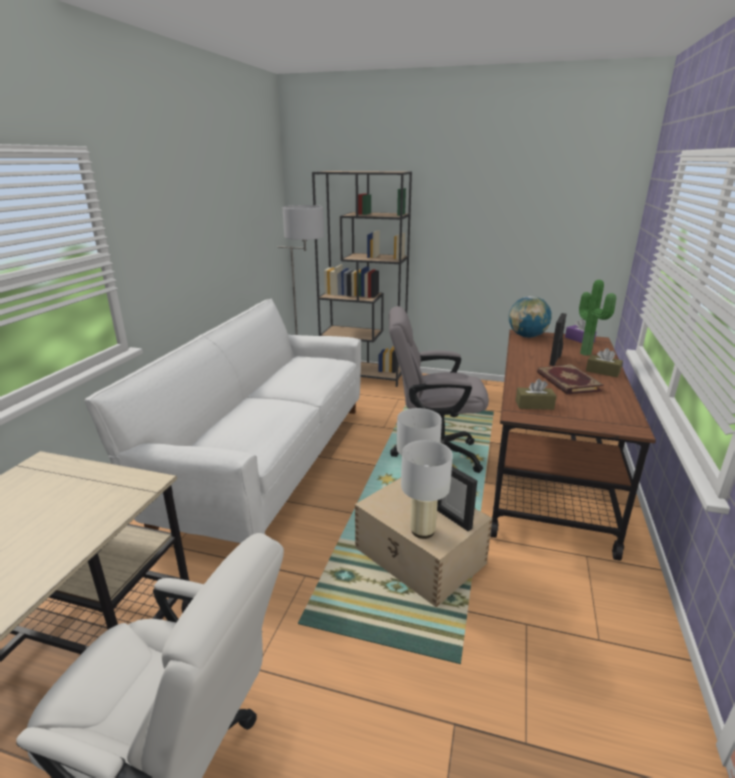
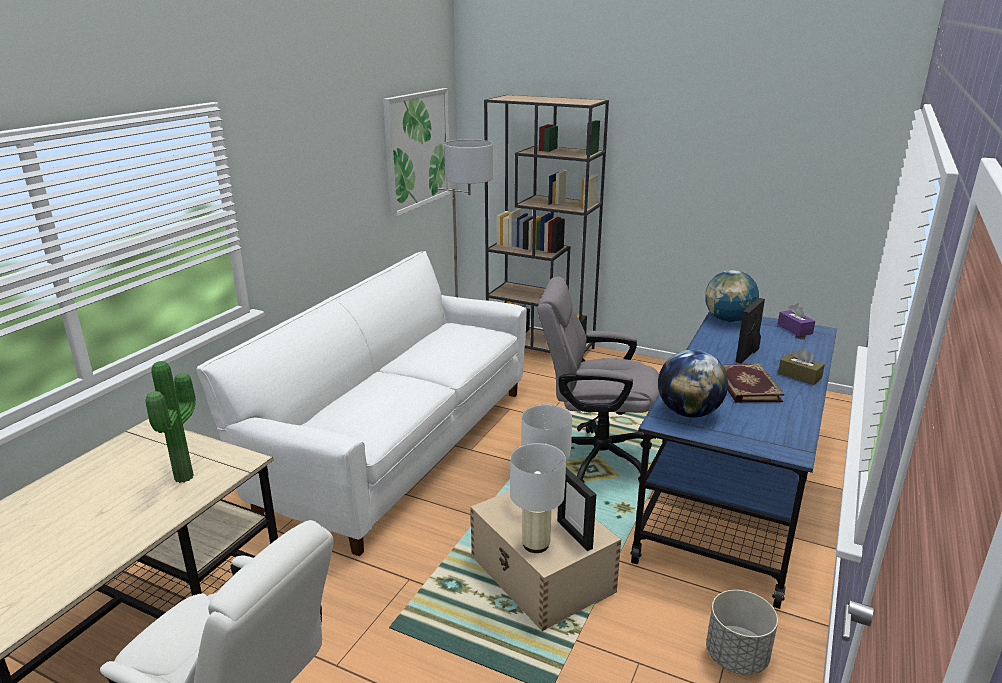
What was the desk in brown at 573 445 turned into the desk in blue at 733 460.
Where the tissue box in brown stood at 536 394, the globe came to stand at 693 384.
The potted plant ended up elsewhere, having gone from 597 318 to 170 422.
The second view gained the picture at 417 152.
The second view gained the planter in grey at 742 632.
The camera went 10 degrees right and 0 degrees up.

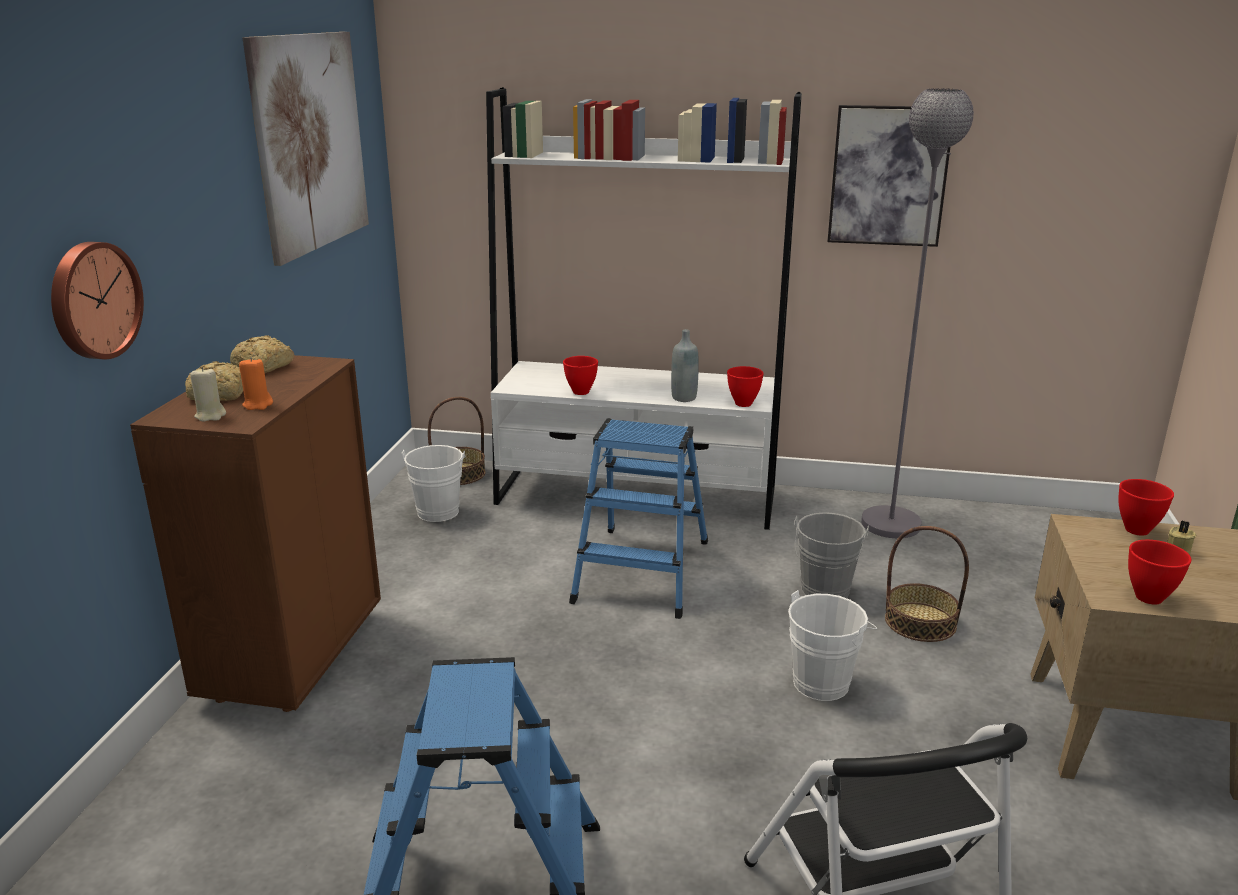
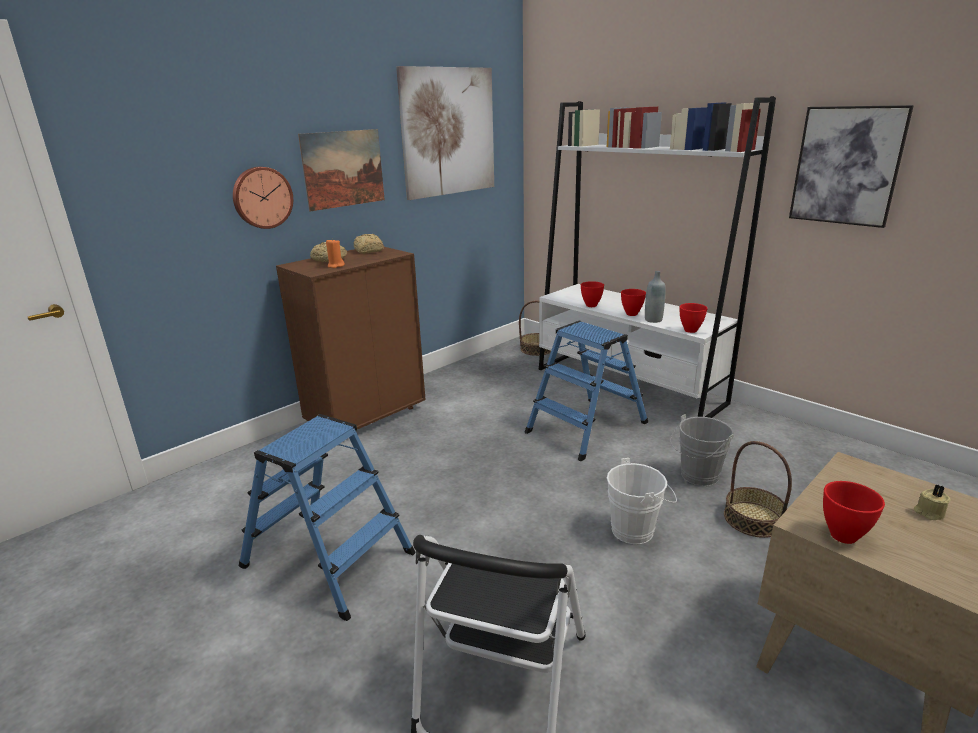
The second view lost the candle in beige at 208 394.
The second view lost the bucket in white at 434 483.
The second view lost the floor lamp in grey at 917 313.
The bowl in red ended up elsewhere, having gone from 1146 507 to 633 302.
The second view gained the picture at 341 170.
The camera went 35 degrees right and 0 degrees up.

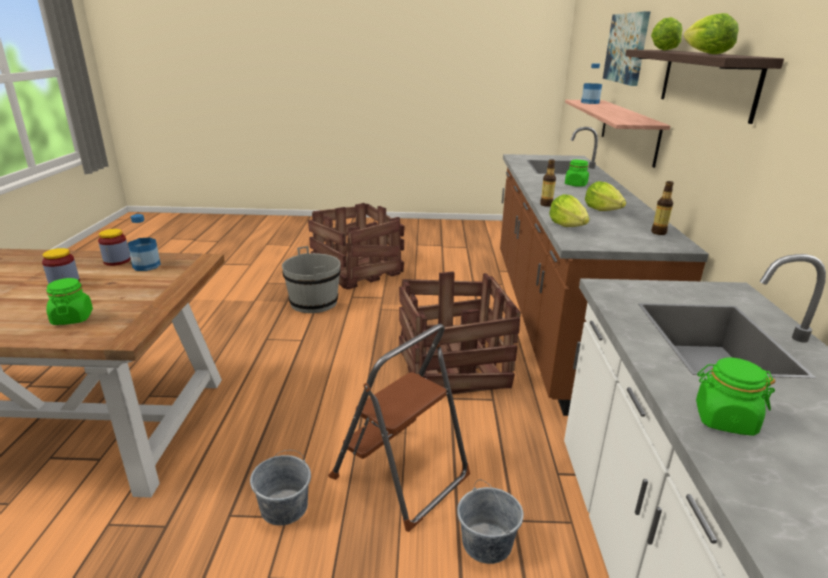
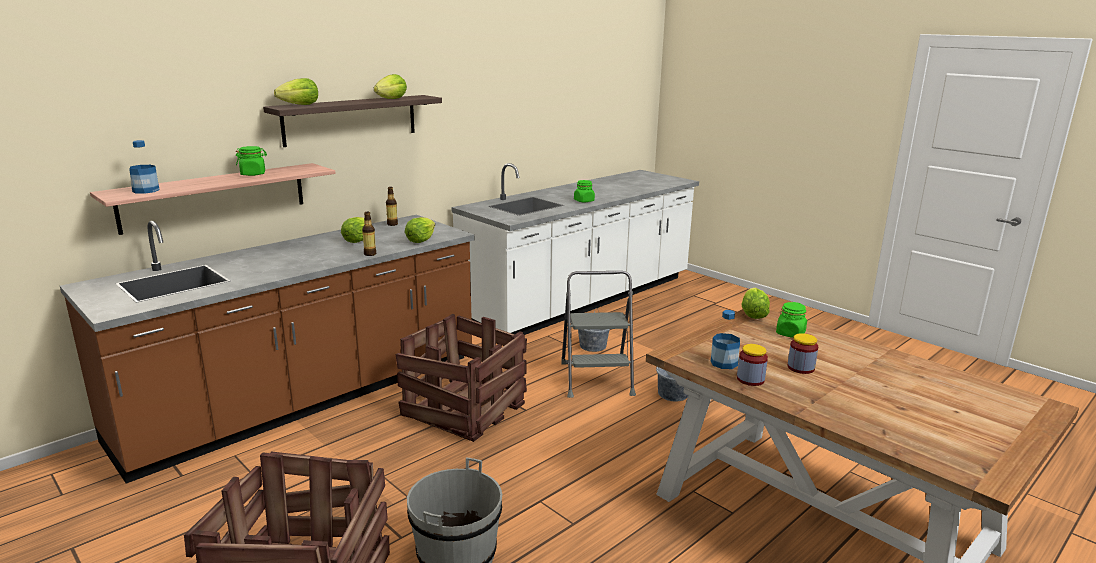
What was the step ladder in brown at 399 428 turned into the step ladder in grey at 598 334.
The jar in green ended up elsewhere, having gone from 577 173 to 251 161.
The second view lost the picture at 627 48.
The second view gained the lettuce at 755 303.
The camera went 135 degrees left and 5 degrees down.

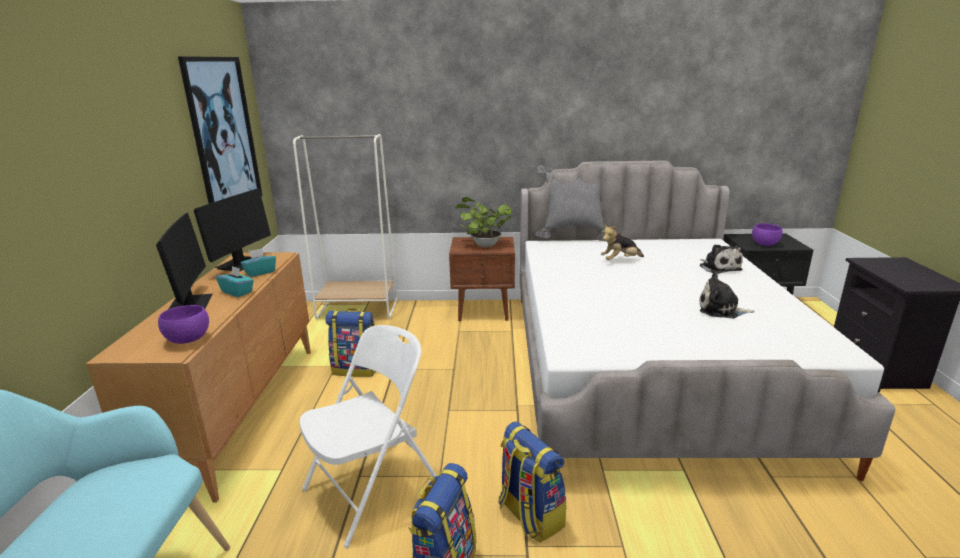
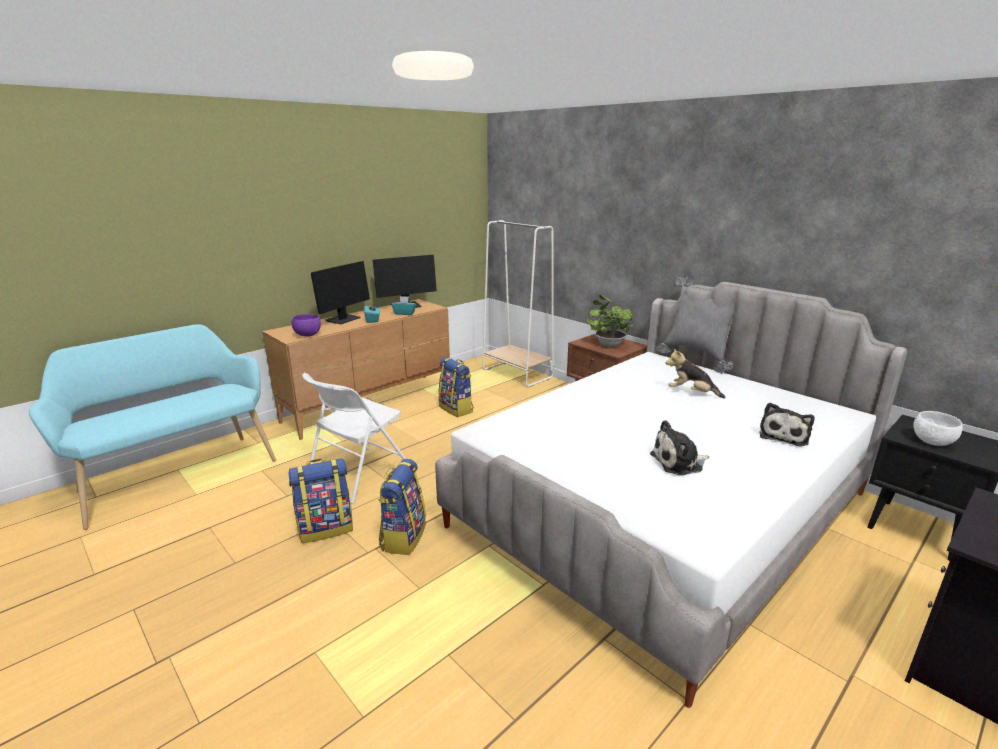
The second view lost the picture at 220 130.
The chair in white at 368 437 ended up facing another way, 120 degrees clockwise from before.
The plush toy at 727 295 ended up facing another way, 75 degrees counterclockwise from before.
What was the bowl in purple at 767 234 turned into the bowl in white at 938 428.
The camera went 45 degrees right and 0 degrees up.

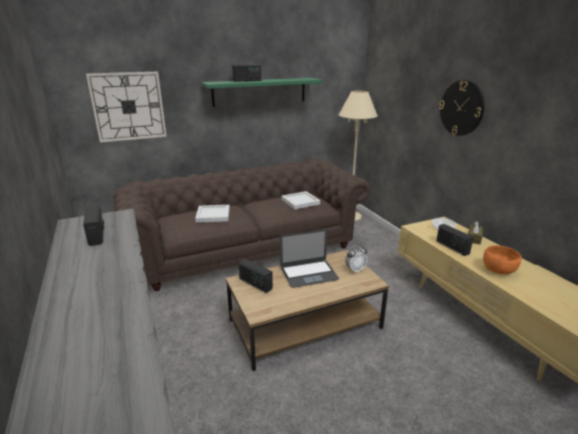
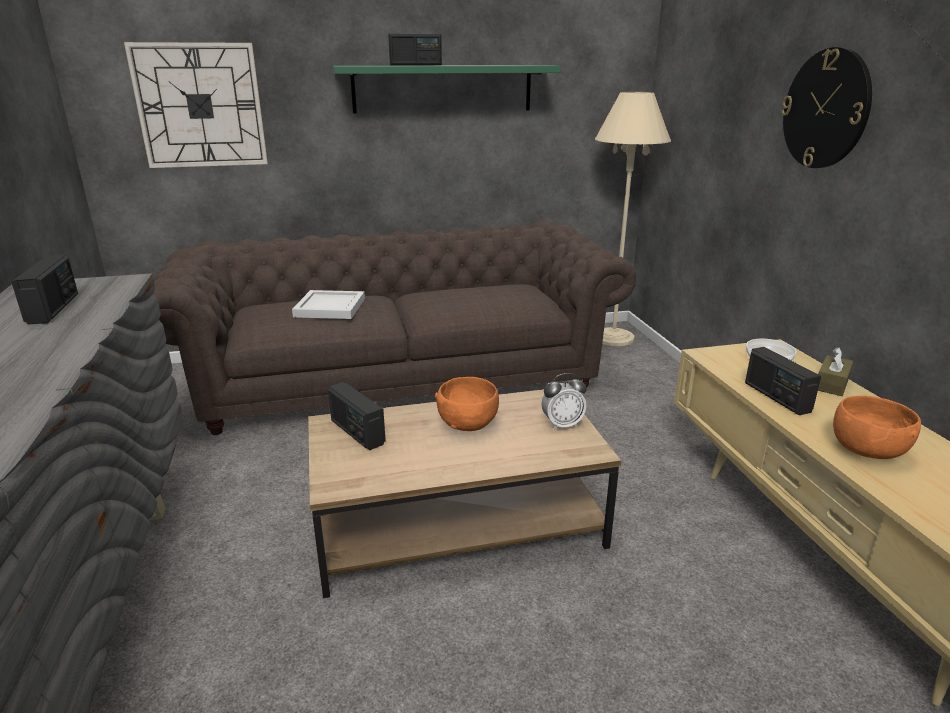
Where the laptop stood at 309 258, the bowl in orange came to stand at 467 404.
The second view lost the tray in white at 300 200.
The camera went 10 degrees right and 0 degrees up.

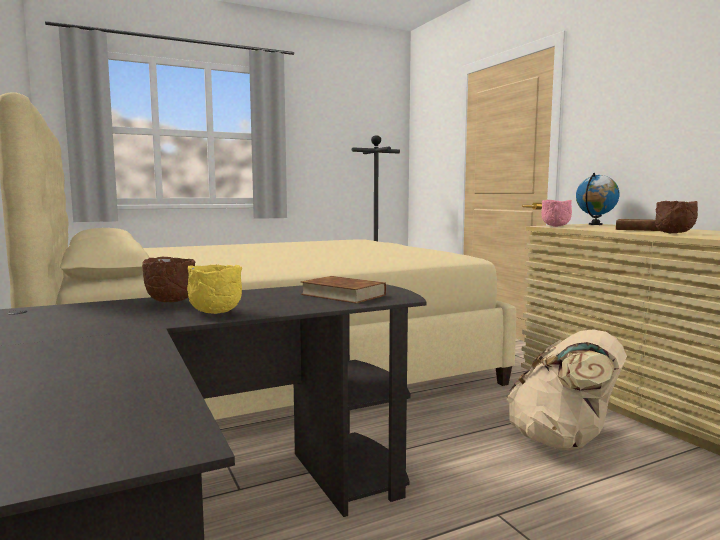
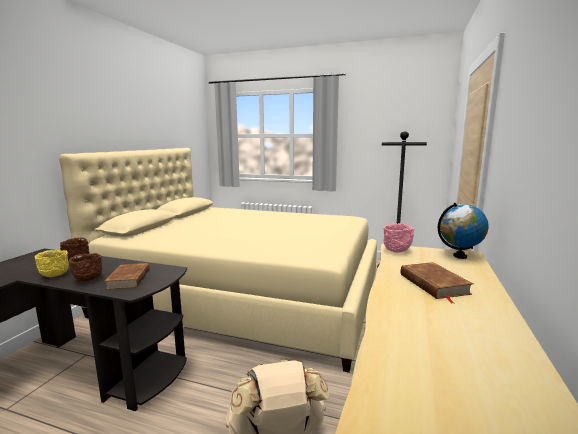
The bowl in brown ended up elsewhere, having gone from 676 217 to 85 267.
The camera went 45 degrees right and 5 degrees up.

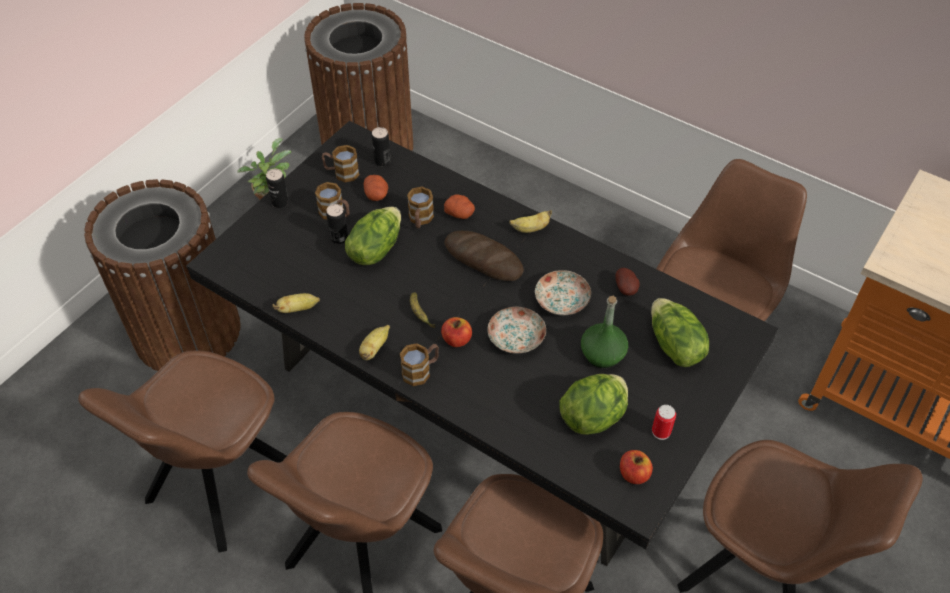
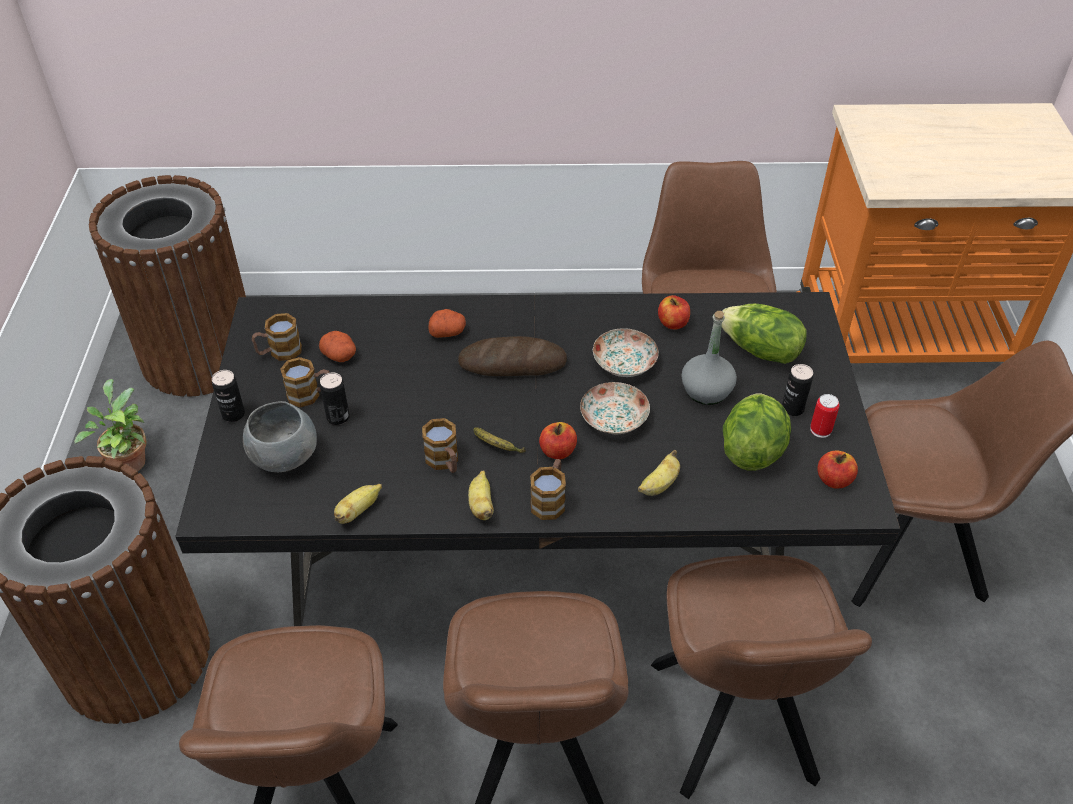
The second view lost the lettuce at 373 236.
The can ended up elsewhere, having gone from 381 146 to 797 390.
The mug ended up elsewhere, having gone from 420 207 to 440 445.
The banana ended up elsewhere, having gone from 530 221 to 659 473.
What was the bottle in green at 604 332 turned into the bottle in grey at 709 358.
Where the potato stood at 628 282, the apple came to stand at 674 312.
The second view gained the bowl in grey at 280 436.
The camera went 35 degrees left and 5 degrees down.

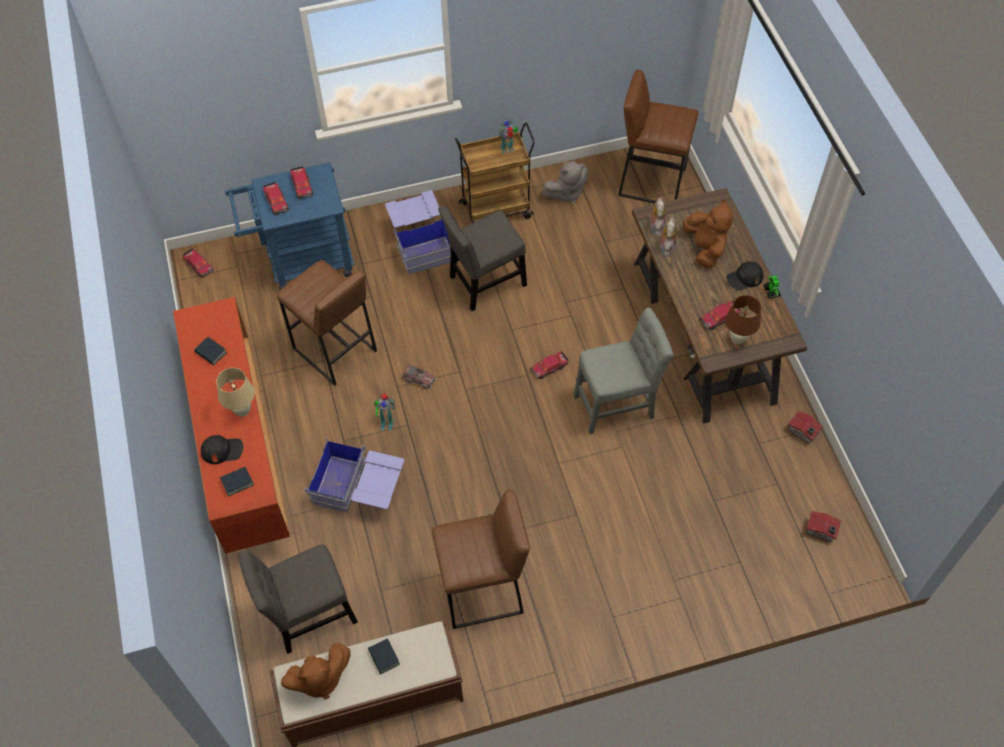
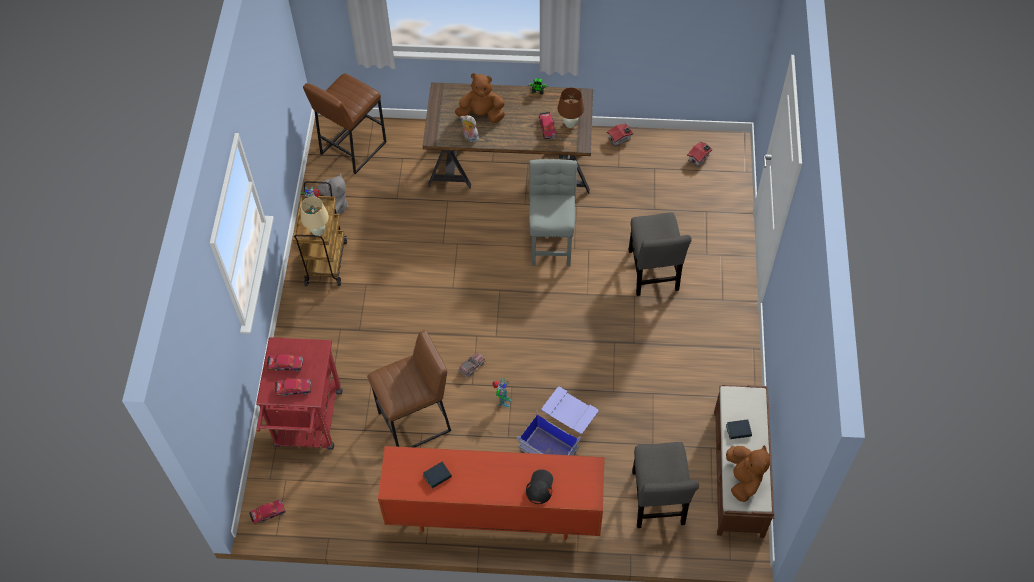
The table lamp in beige ended up elsewhere, having gone from 235 392 to 315 216.
The second view lost the book at 237 481.
What was the cart in blue at 290 226 turned into the cart in red at 299 393.
The second view lost the storage box in blue at 418 232.
The second view lost the stool in brown at 481 559.
The chair in grey ended up elsewhere, having gone from 482 258 to 660 254.
The second view lost the toy car at 549 365.
The second view lost the plush toy at 657 217.
The second view lost the cap in black at 745 276.
The camera went 70 degrees left and 0 degrees up.

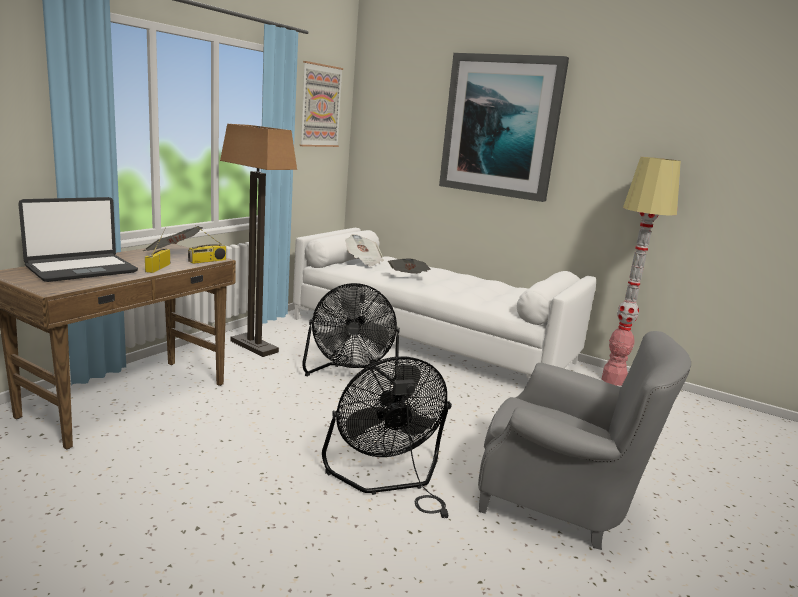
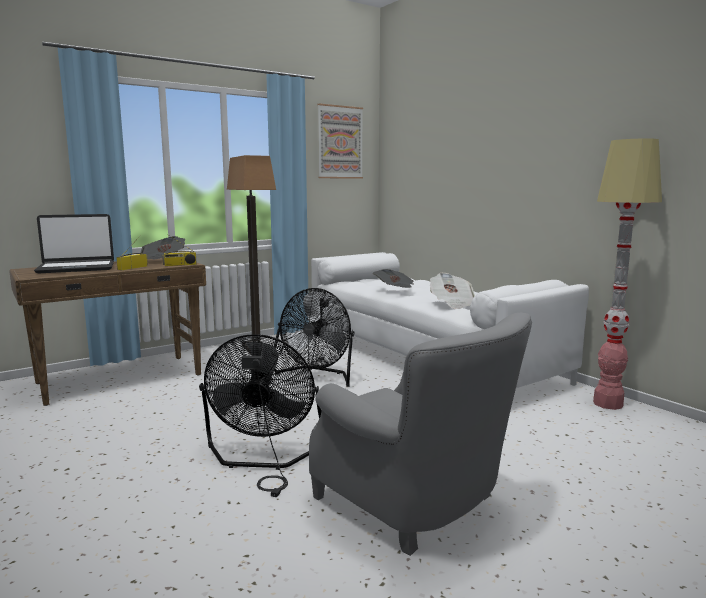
The newspaper ended up elsewhere, having gone from 364 250 to 452 291.
The second view lost the picture at 504 127.
The camera went 25 degrees right and 5 degrees down.

